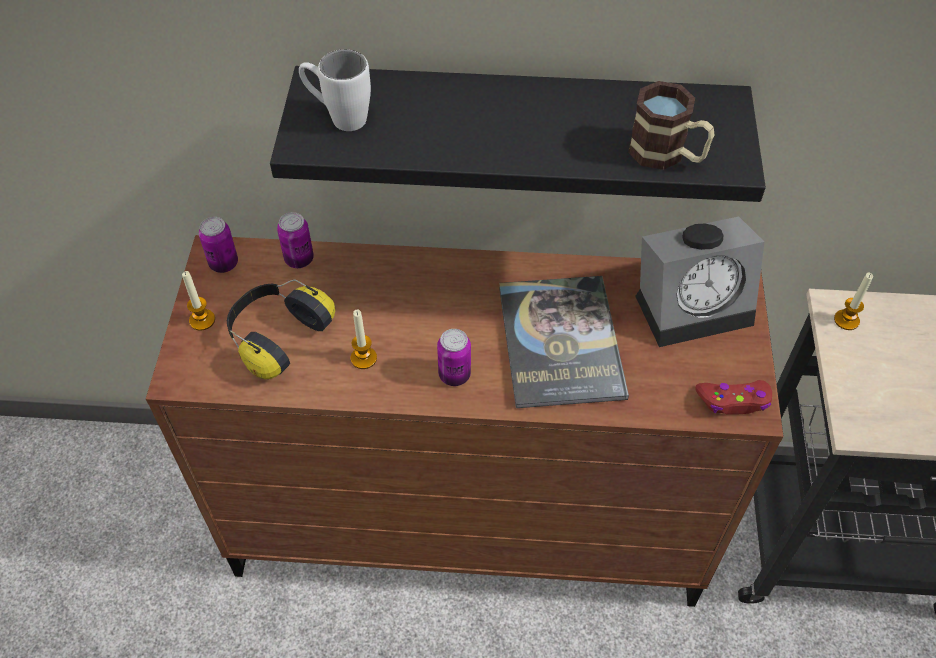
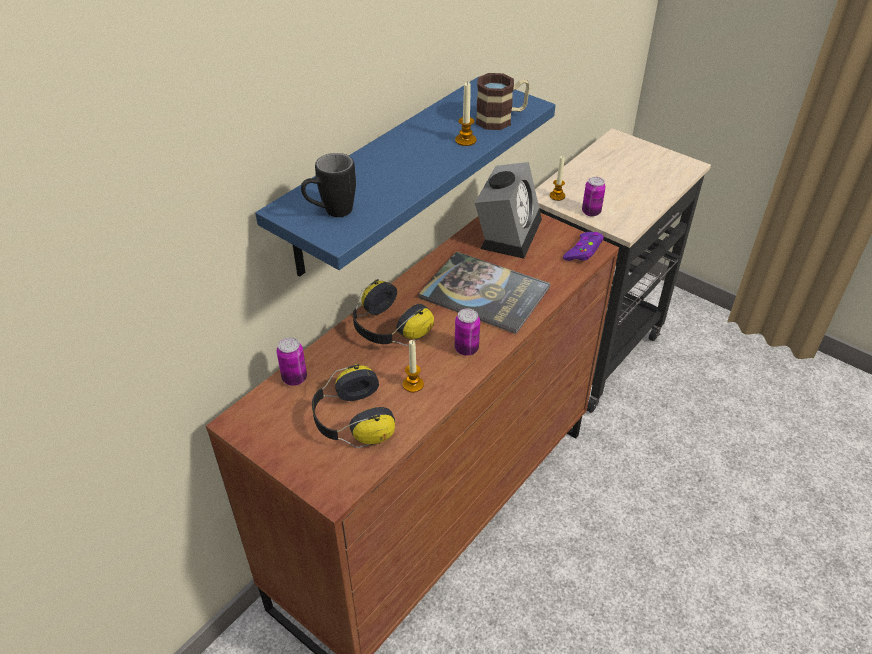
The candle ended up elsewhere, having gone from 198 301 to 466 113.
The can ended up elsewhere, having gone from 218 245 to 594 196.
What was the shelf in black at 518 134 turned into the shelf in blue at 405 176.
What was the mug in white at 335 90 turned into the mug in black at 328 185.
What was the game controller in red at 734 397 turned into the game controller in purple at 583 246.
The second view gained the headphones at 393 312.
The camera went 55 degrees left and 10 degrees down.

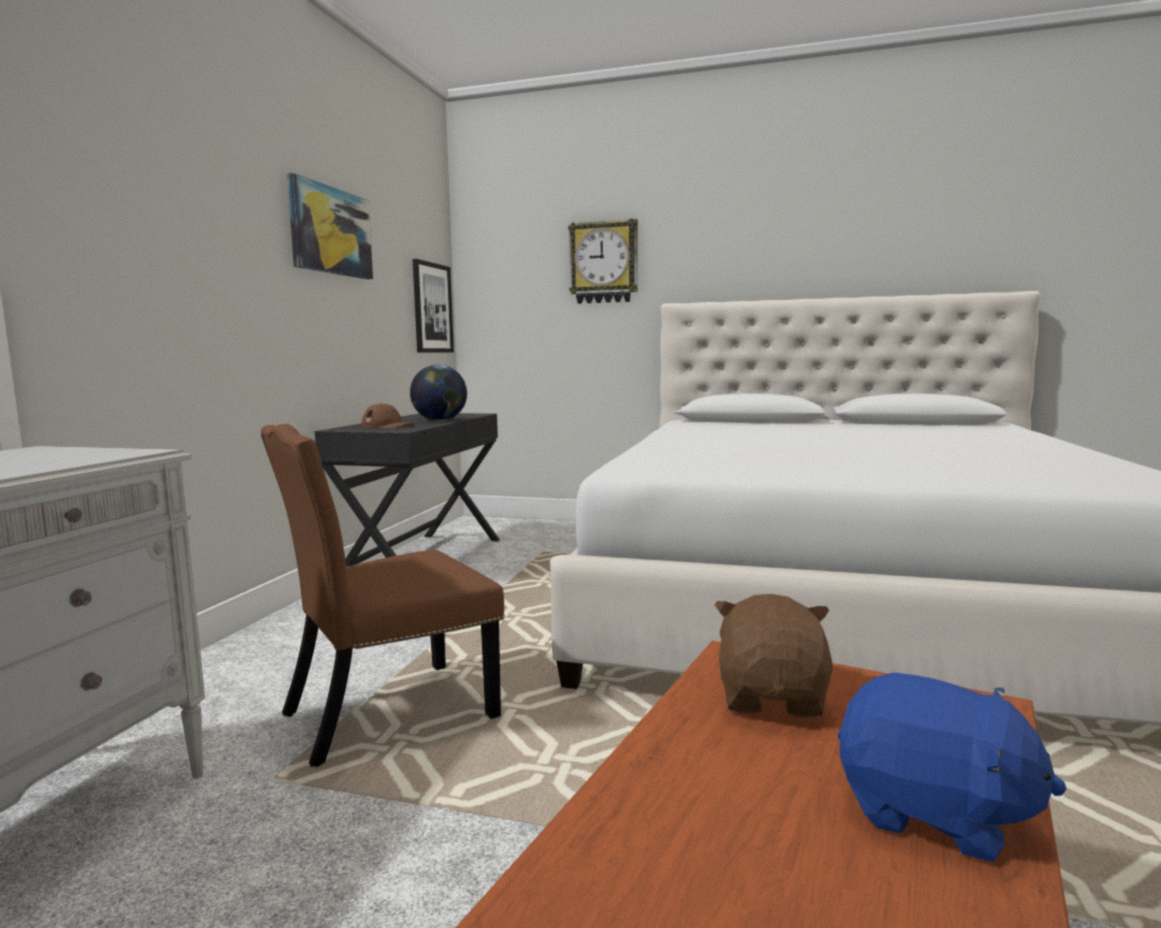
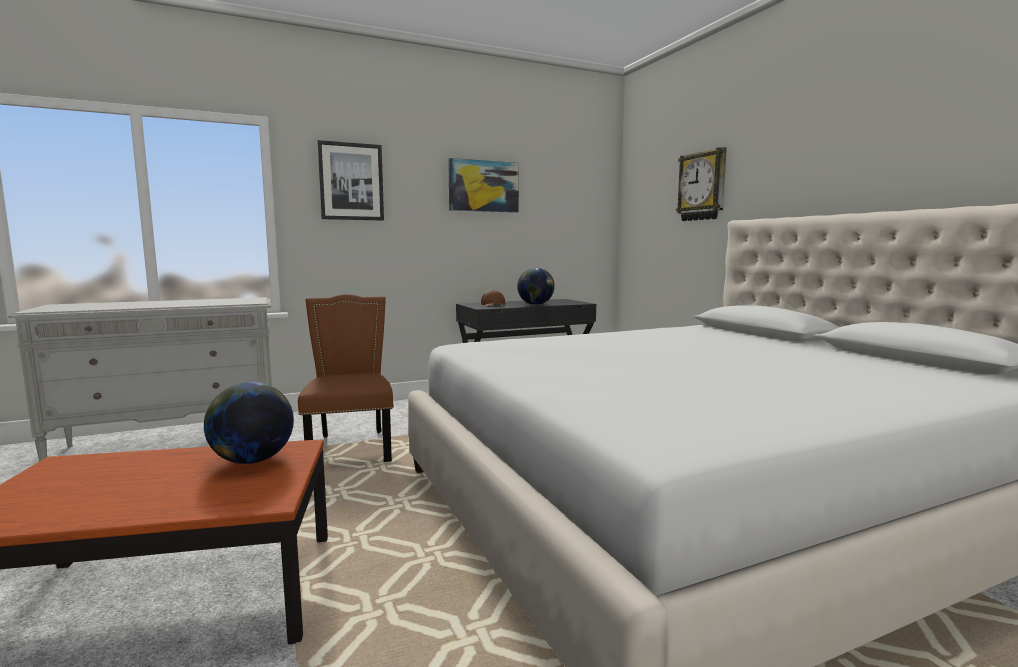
The chair in brown at 383 595 ended up facing another way, 60 degrees clockwise from before.
The picture ended up elsewhere, having gone from 433 306 to 351 180.
Where the plush toy in brown stood at 774 656, the globe came to stand at 249 423.
The second view lost the plush toy in blue at 952 767.
The camera went 50 degrees right and 0 degrees up.

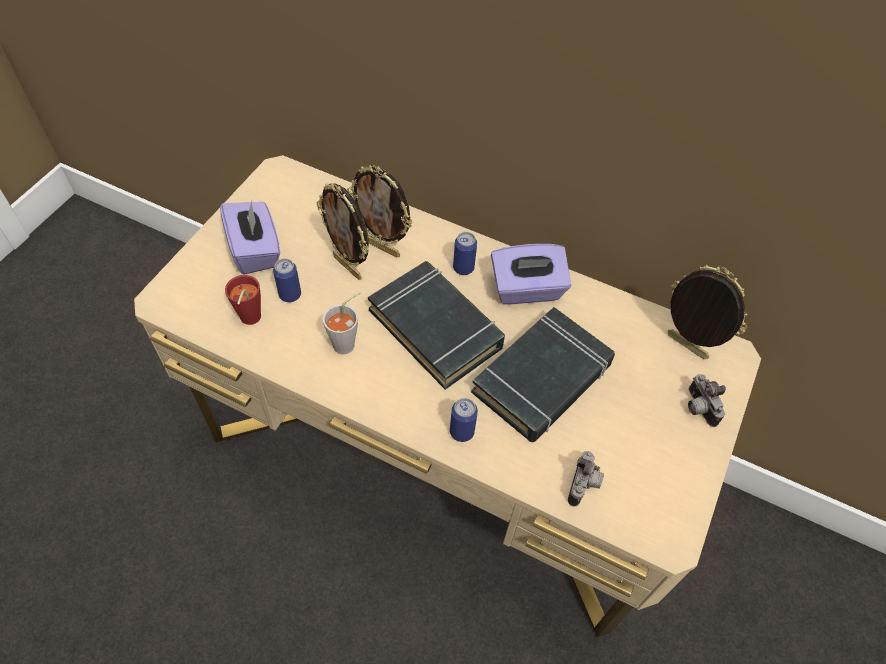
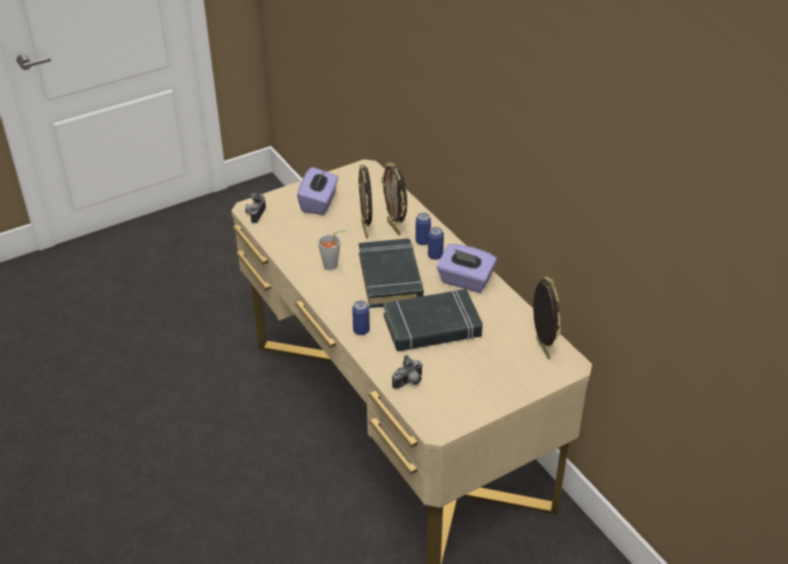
The second view lost the cup in red at 243 300.
The can ended up elsewhere, having gone from 287 280 to 423 229.
The photo camera ended up elsewhere, having gone from 707 400 to 255 208.
The camera went 35 degrees right and 15 degrees down.

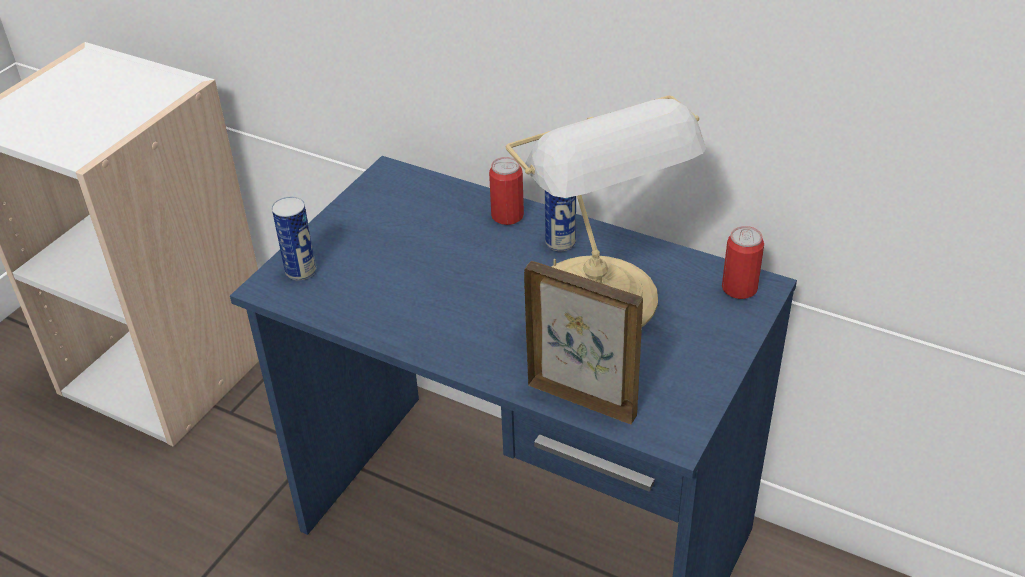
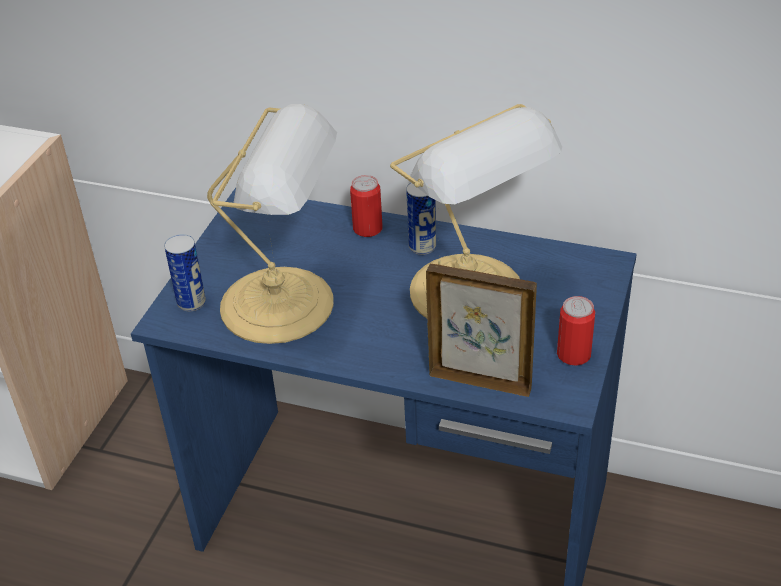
The can ended up elsewhere, having gone from 743 262 to 576 331.
The second view gained the table lamp at 272 224.
The camera went 10 degrees left and 0 degrees up.

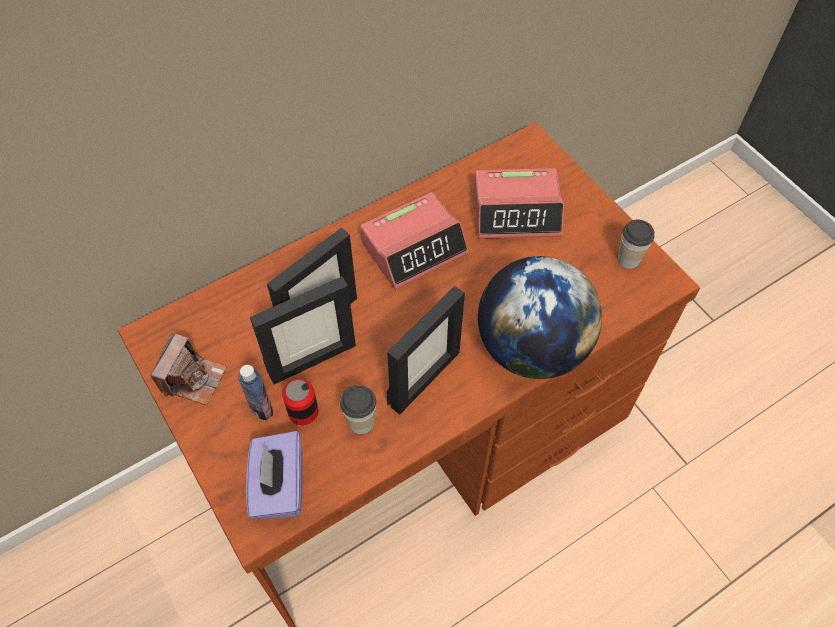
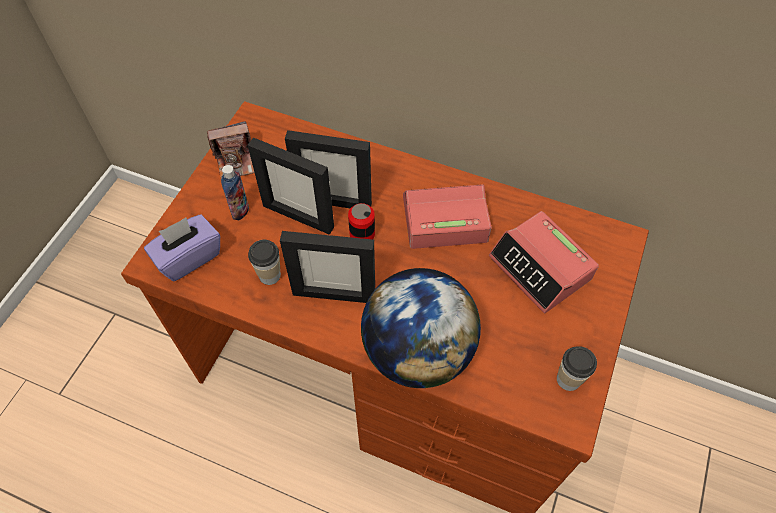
The can ended up elsewhere, having gone from 300 402 to 361 221.
The alarm clock at 414 241 ended up facing another way, 150 degrees clockwise from before.
The camera went 55 degrees right and 0 degrees up.

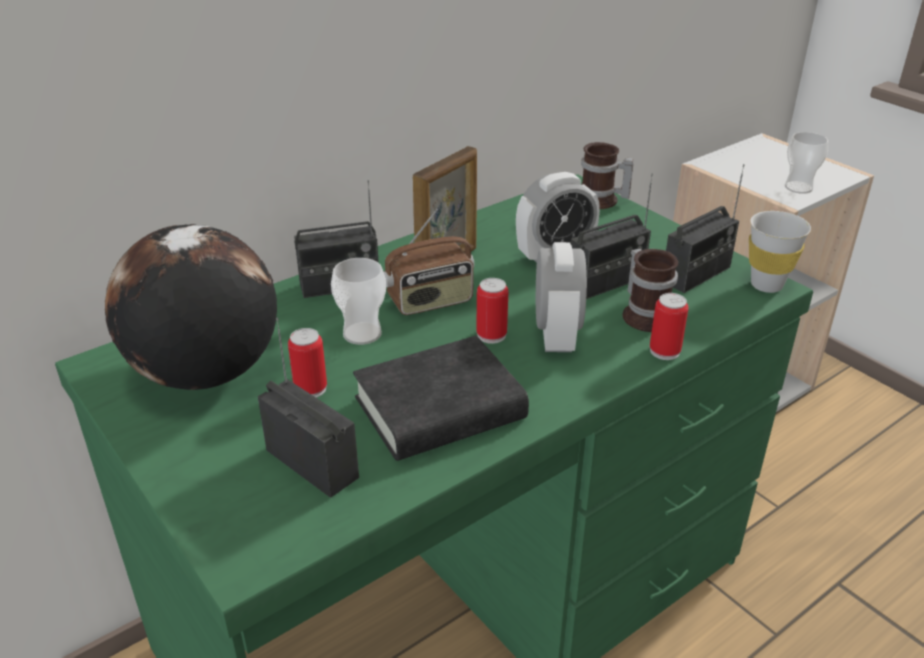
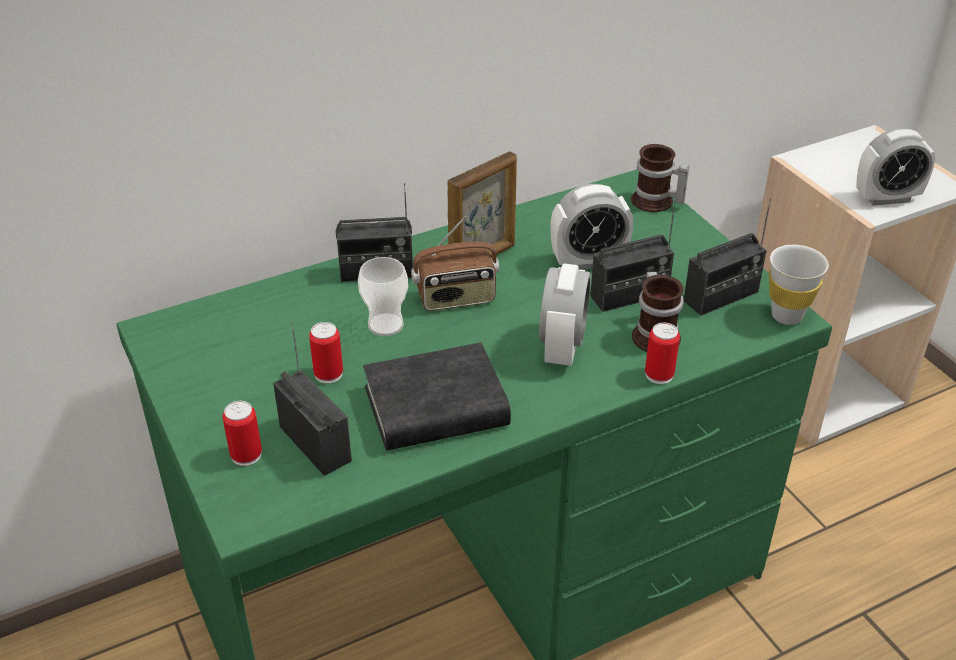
The second view lost the globe at 191 307.
The can ended up elsewhere, having gone from 492 311 to 242 433.
Where the cup stood at 806 163, the alarm clock came to stand at 895 167.
The camera went 10 degrees right and 5 degrees up.

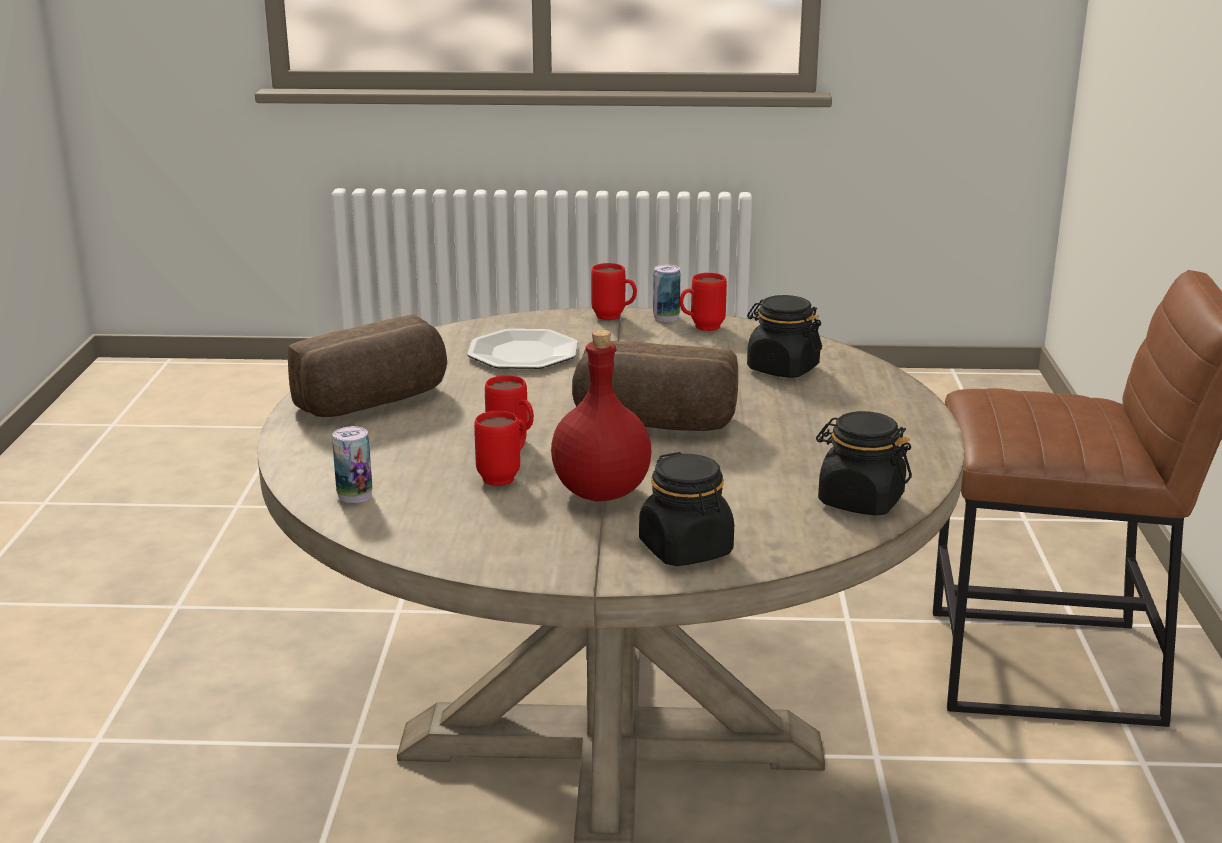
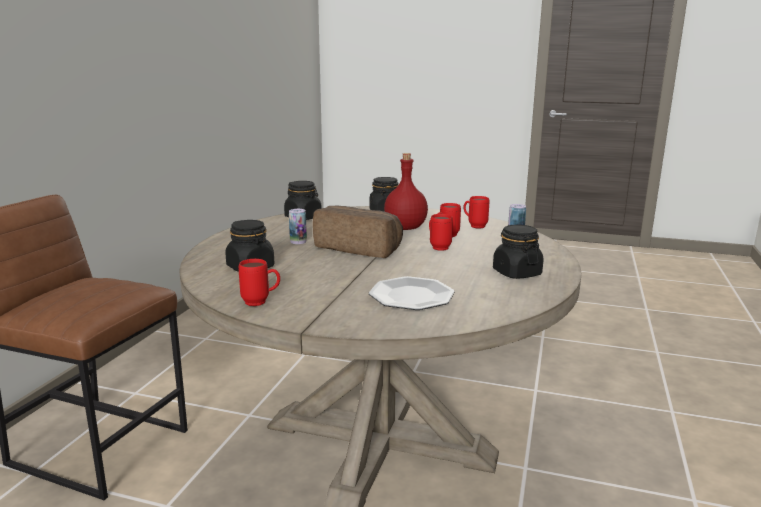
Where the bread stood at 367 365, the jar in black came to stand at 518 252.
The mug in red ended up elsewhere, having gone from 614 291 to 476 212.
The can ended up elsewhere, having gone from 667 293 to 298 226.
The camera went 165 degrees left and 5 degrees down.

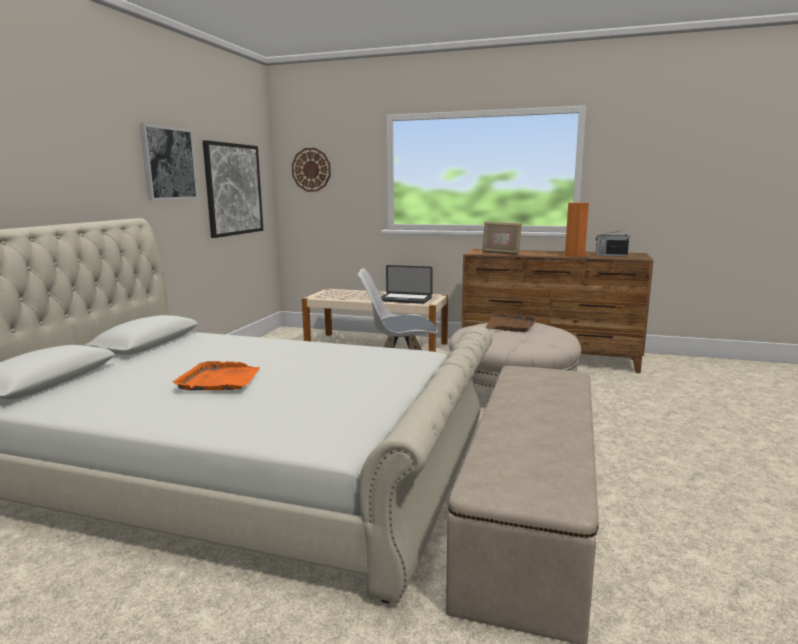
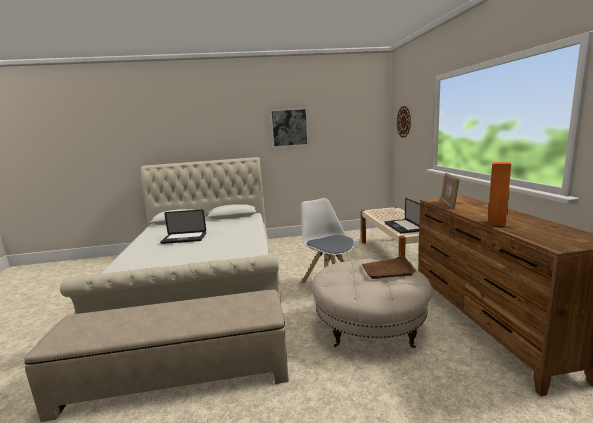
Where the tray in orange stood at 216 376, the laptop came to stand at 183 227.
The second view lost the picture at 233 189.
The second view lost the radio at 612 243.
The camera went 65 degrees right and 0 degrees up.

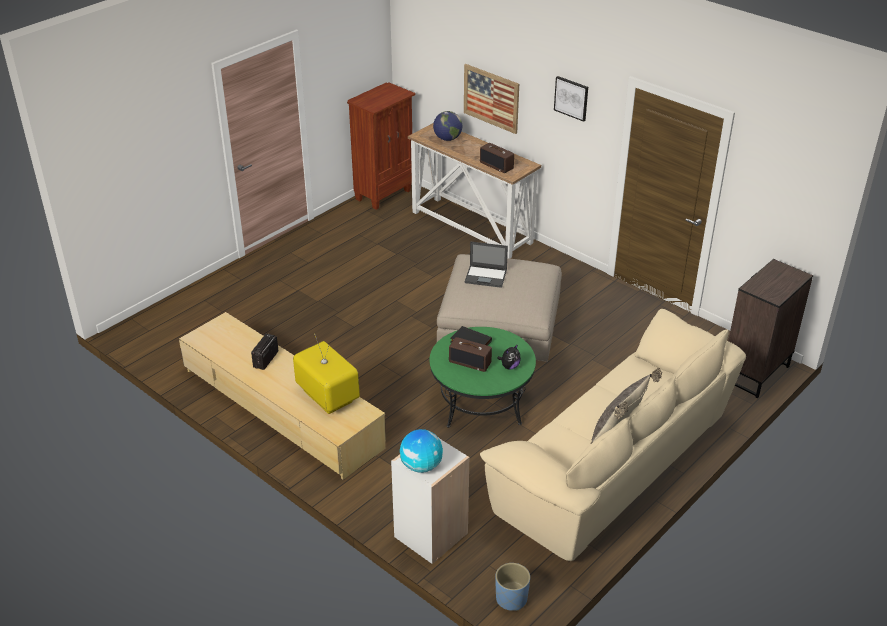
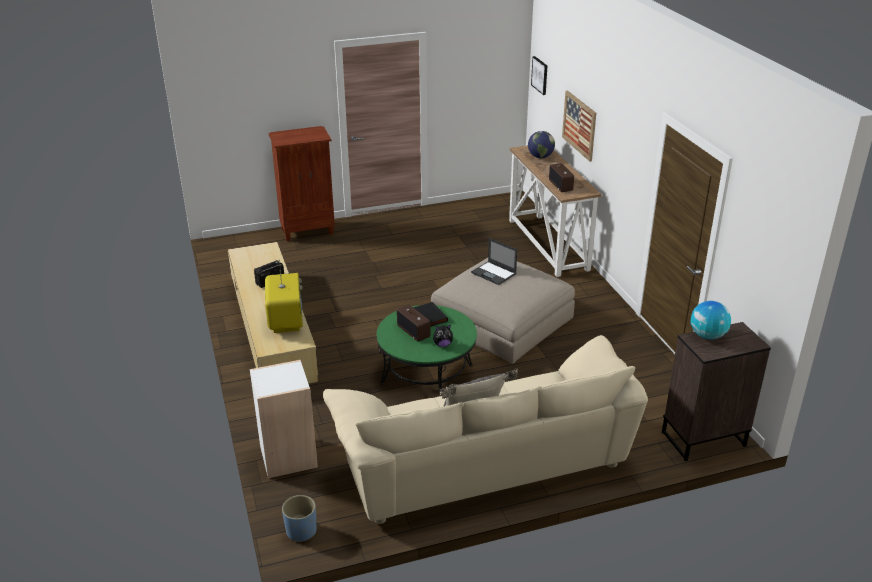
The cabinet in brown ended up elsewhere, having gone from 381 146 to 301 183.
The globe ended up elsewhere, having gone from 421 451 to 710 320.
The picture ended up elsewhere, having gone from 571 99 to 539 75.
The camera went 30 degrees right and 5 degrees down.

